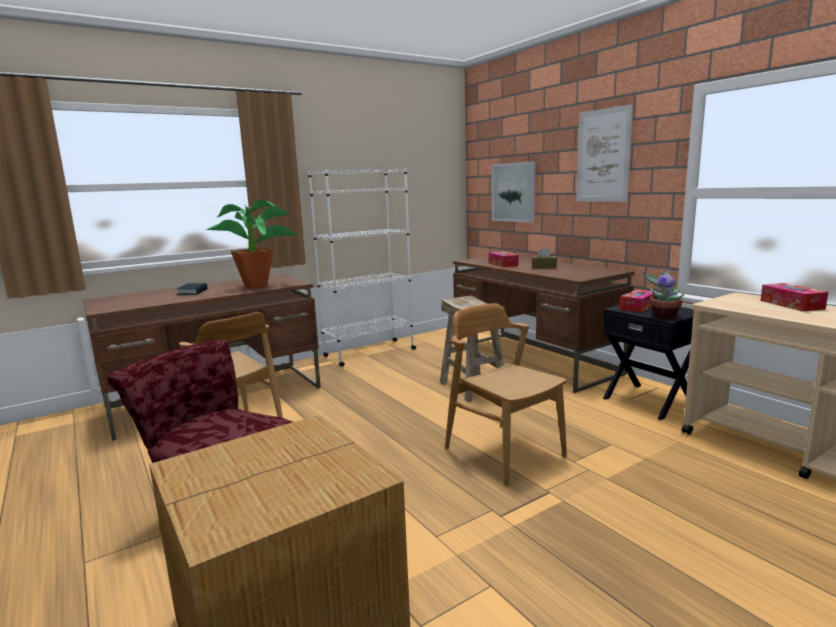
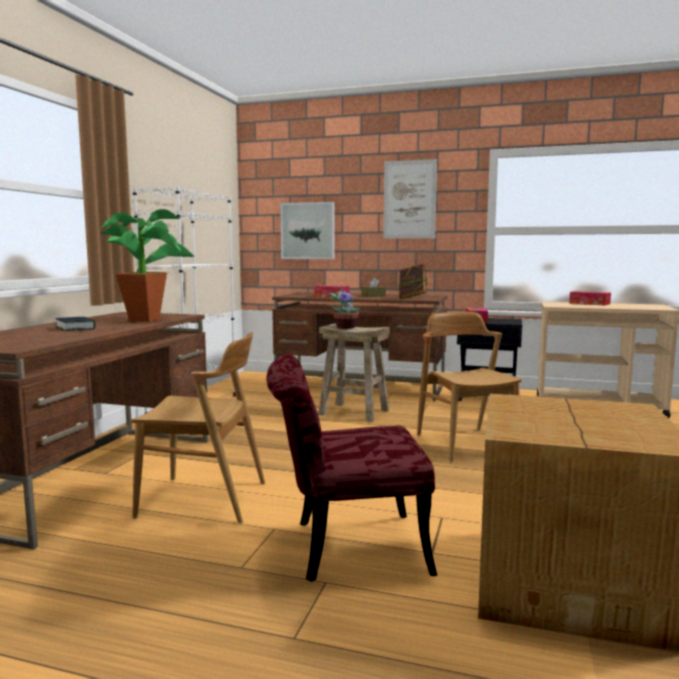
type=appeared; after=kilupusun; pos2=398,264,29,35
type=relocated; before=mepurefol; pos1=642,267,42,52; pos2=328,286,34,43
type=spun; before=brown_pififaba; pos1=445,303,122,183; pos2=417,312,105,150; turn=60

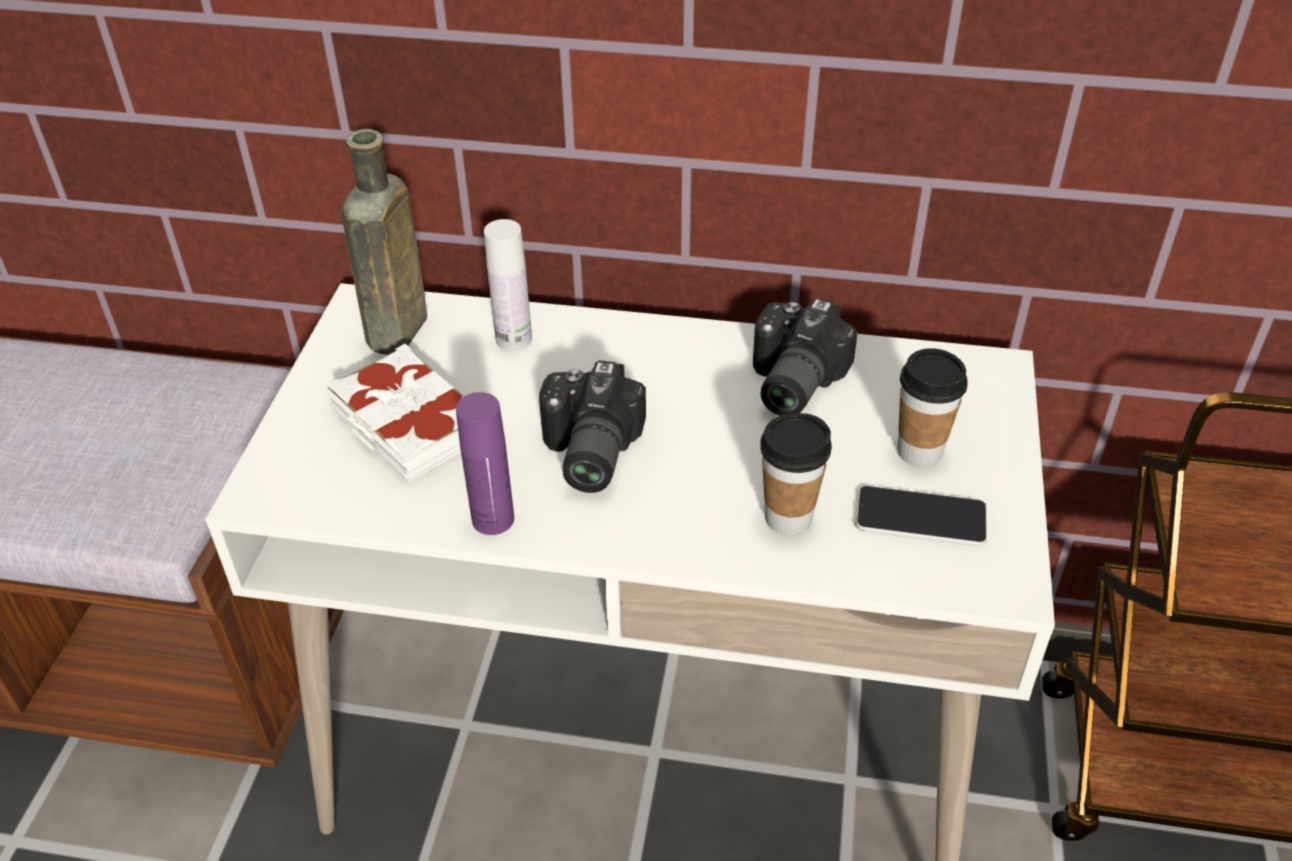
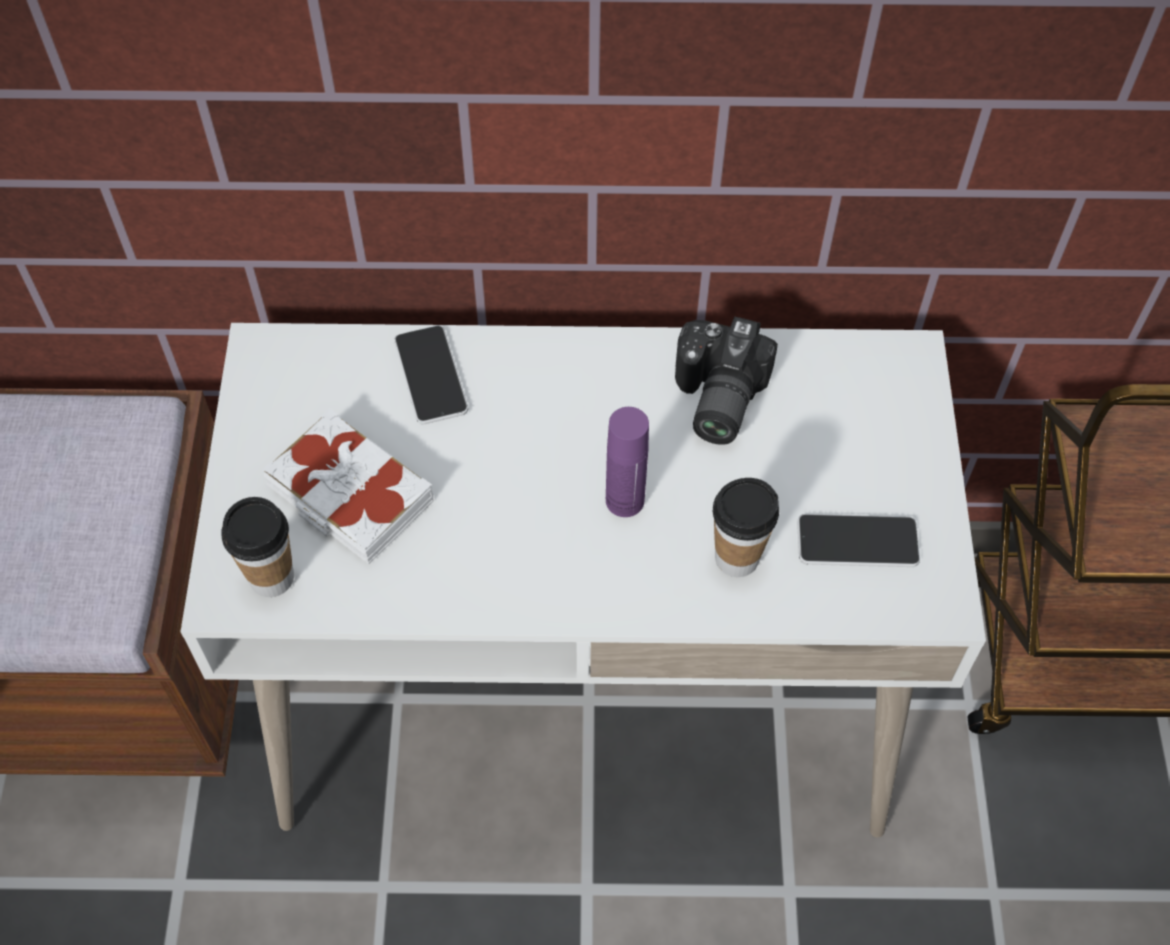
type=missing; before=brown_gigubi; pos1=341,129,86,226
type=missing; before=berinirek; pos1=539,360,107,133
type=relocated; before=purple_gigubi; pos1=456,392,58,143; pos2=606,407,43,110
type=relocated; before=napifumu; pos1=897,348,71,119; pos2=221,497,73,100
type=exchanged; before=white_gigubi; after=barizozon; pos1=484,219,48,132; pos2=394,326,74,98

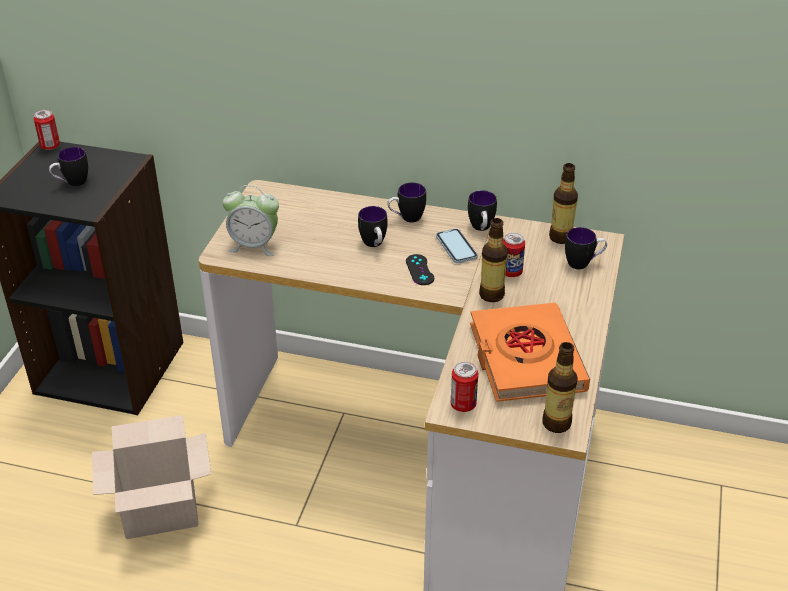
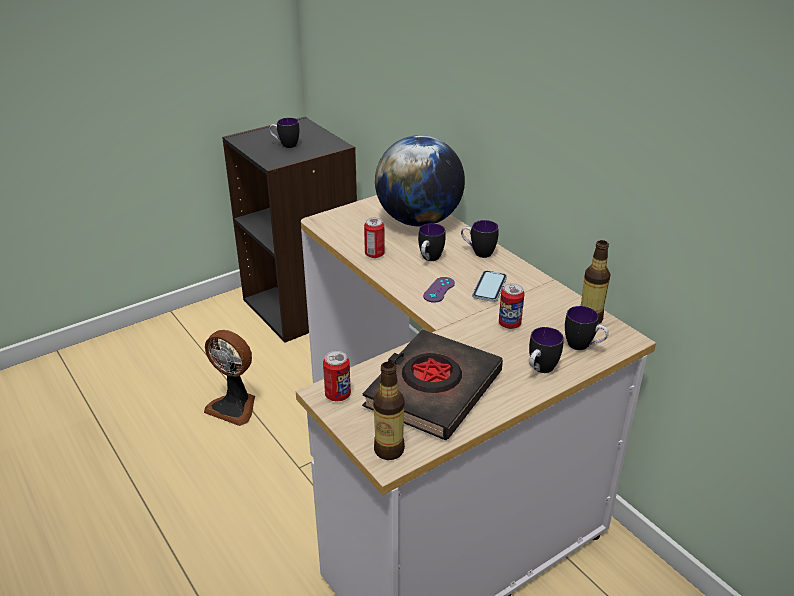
type=missing; before=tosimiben; pos1=223,185,56,71
type=missing; before=gigubi; pos1=479,218,29,84
type=appeared; after=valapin; pos2=375,135,90,92
type=relocated; before=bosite; pos1=34,110,26,40; pos2=364,218,21,40
type=relocated; before=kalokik; pos1=468,190,29,41; pos2=529,327,35,46
type=exchanged; before=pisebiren; after=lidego; pos1=92,415,119,124; pos2=204,330,51,96
type=colour; before=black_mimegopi; after=purple_mimegopi; pos1=406,254,28,31; pos2=423,277,32,26
type=colour; before=orange_kilupusun; after=black_kilupusun; pos1=470,303,120,99; pos2=362,329,141,111

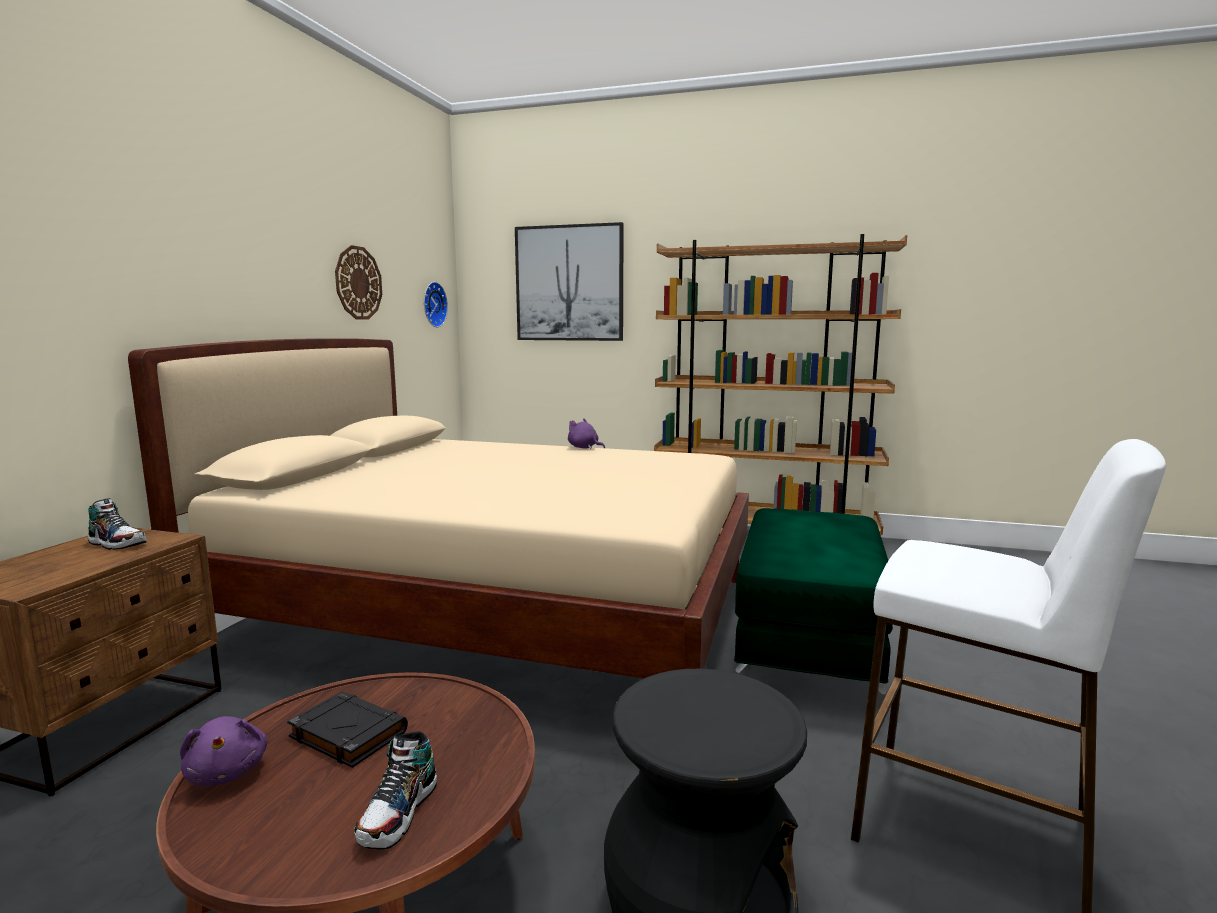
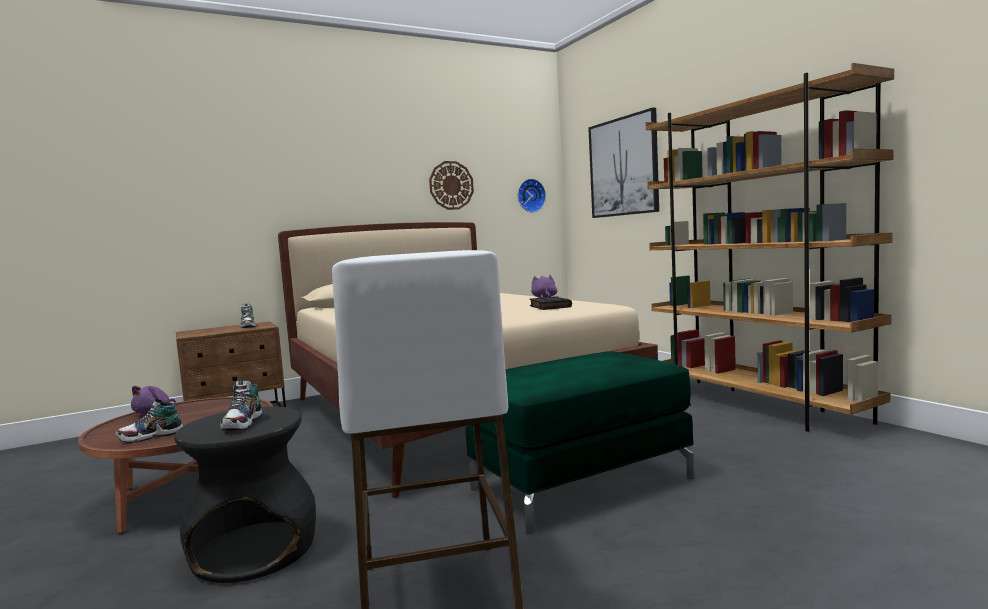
type=appeared; after=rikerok; pos2=220,380,42,51
type=relocated; before=black_kilupusun; pos1=287,691,121,77; pos2=529,296,43,14

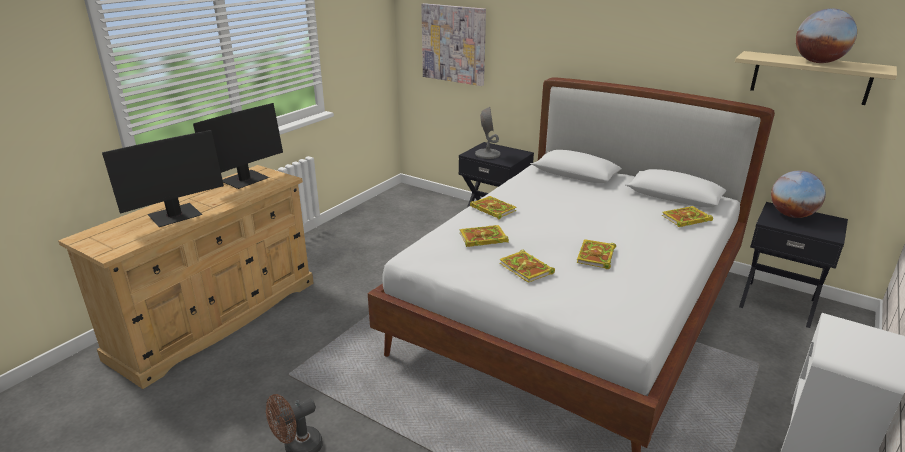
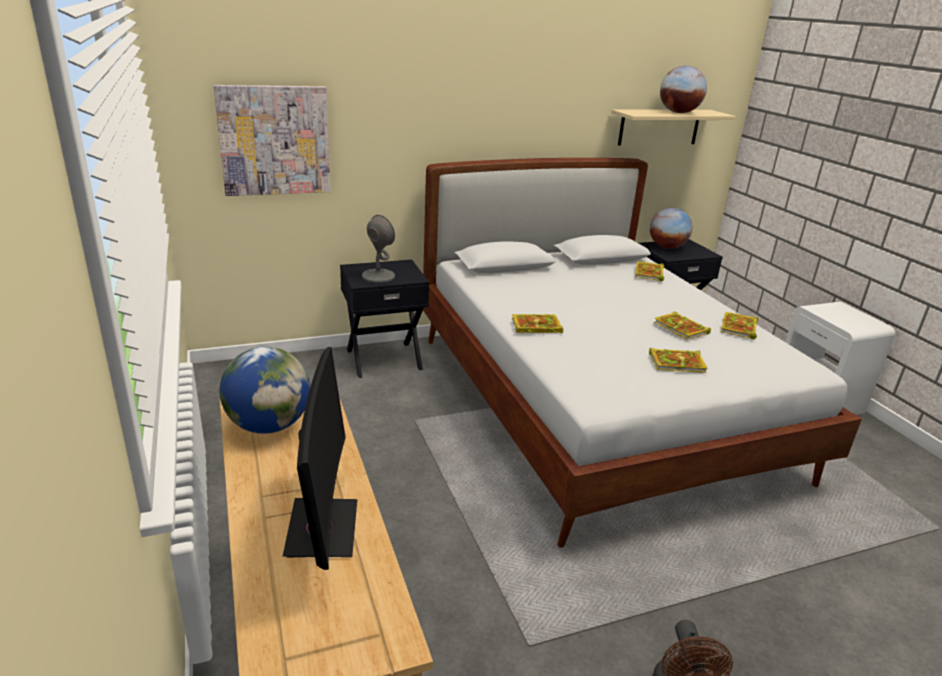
type=relocated; before=kilupusun; pos1=460,225,49,22; pos2=721,312,37,28
type=exchanged; before=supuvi; after=valapin; pos1=193,103,90,86; pos2=220,347,90,87

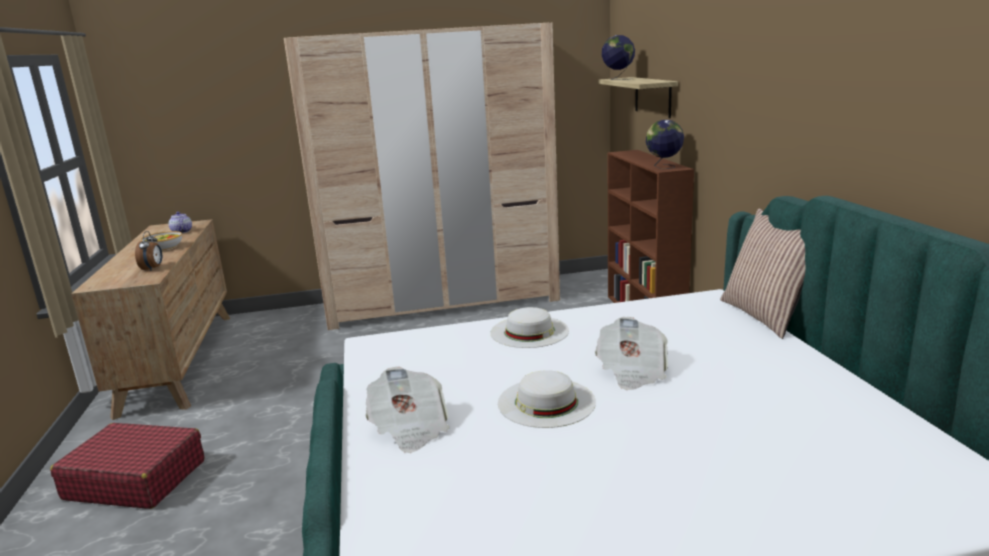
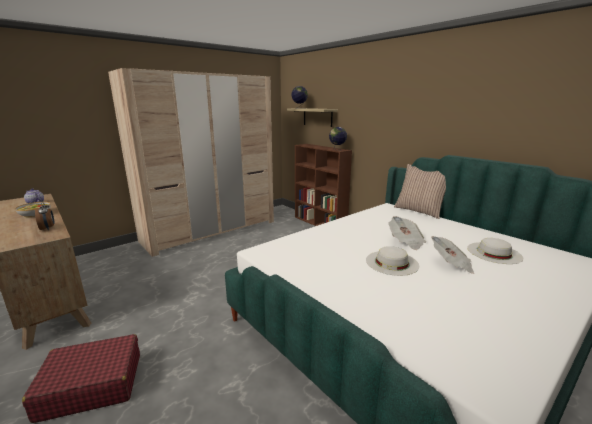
type=relocated; before=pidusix; pos1=365,367,84,86; pos2=431,236,43,38
type=relocated; before=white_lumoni; pos1=490,307,79,41; pos2=467,238,56,26

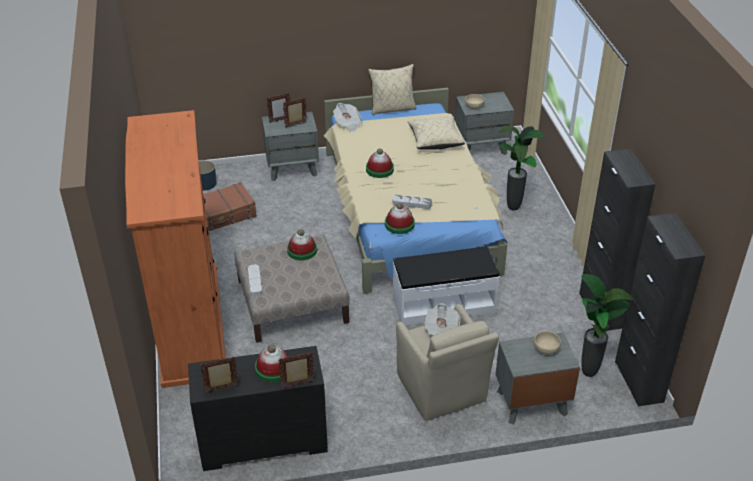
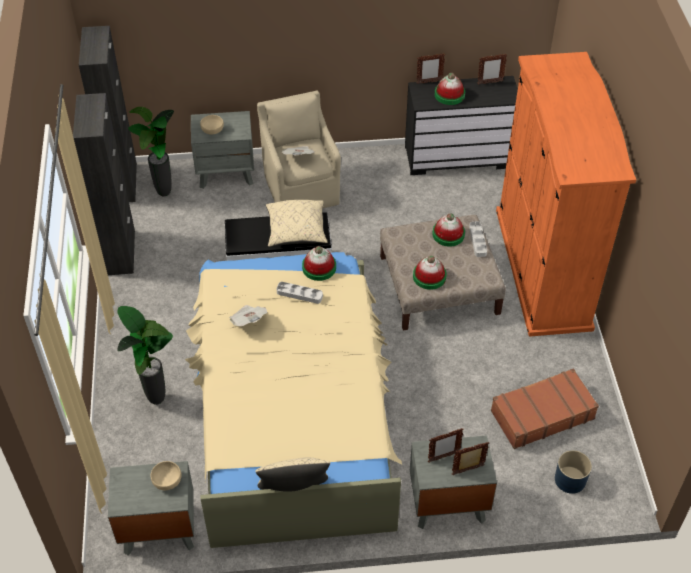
type=relocated; before=pidusix; pos1=333,103,30,29; pos2=229,305,38,21
type=relocated; before=lumoni; pos1=366,149,28,29; pos2=432,213,33,34
type=relocated; before=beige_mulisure; pos1=408,116,57,34; pos2=266,200,62,47

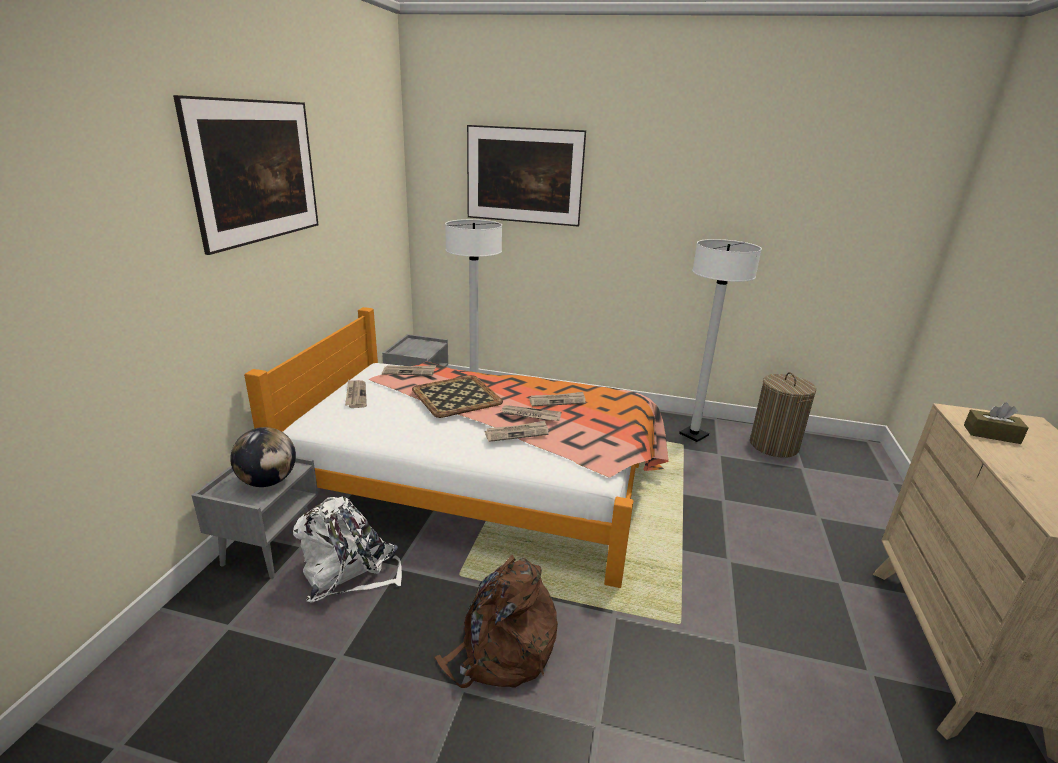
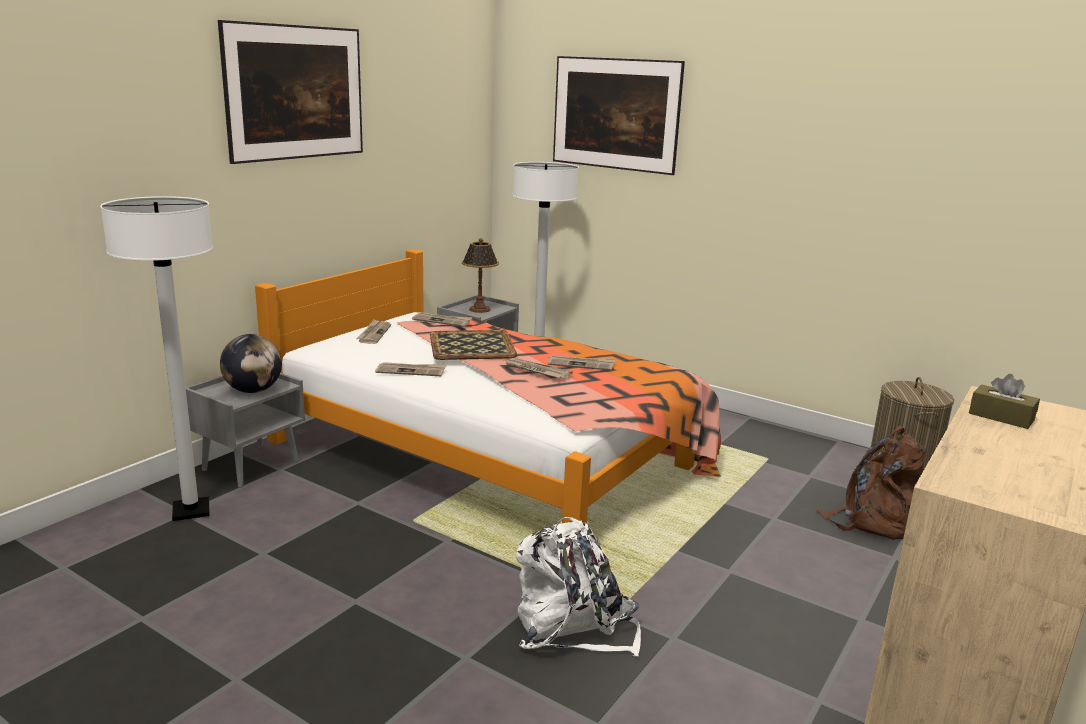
type=appeared; after=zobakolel; pos2=462,238,37,75
type=relocated; before=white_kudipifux; pos1=293,497,109,105; pos2=516,517,125,140
type=relocated; before=brown_kudipifux; pos1=434,555,124,133; pos2=816,425,110,115
type=relocated; before=pidusix; pos1=485,421,64,21; pos2=375,362,72,14
type=relocated; before=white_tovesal; pos1=679,239,83,203; pos2=100,196,113,325

